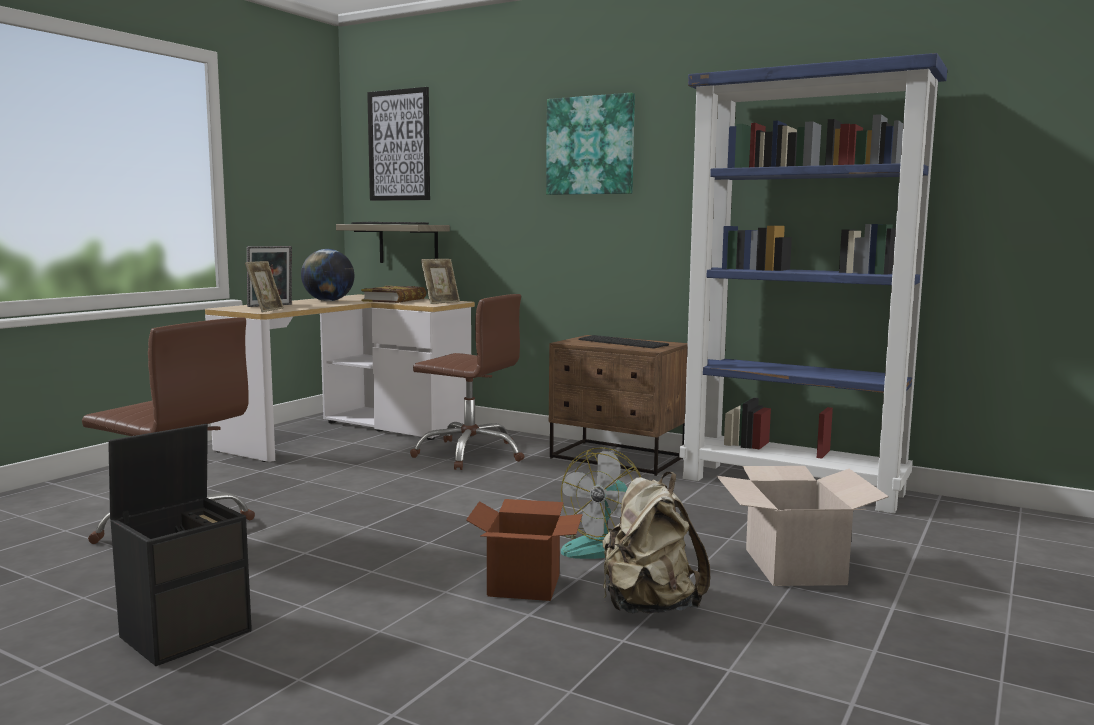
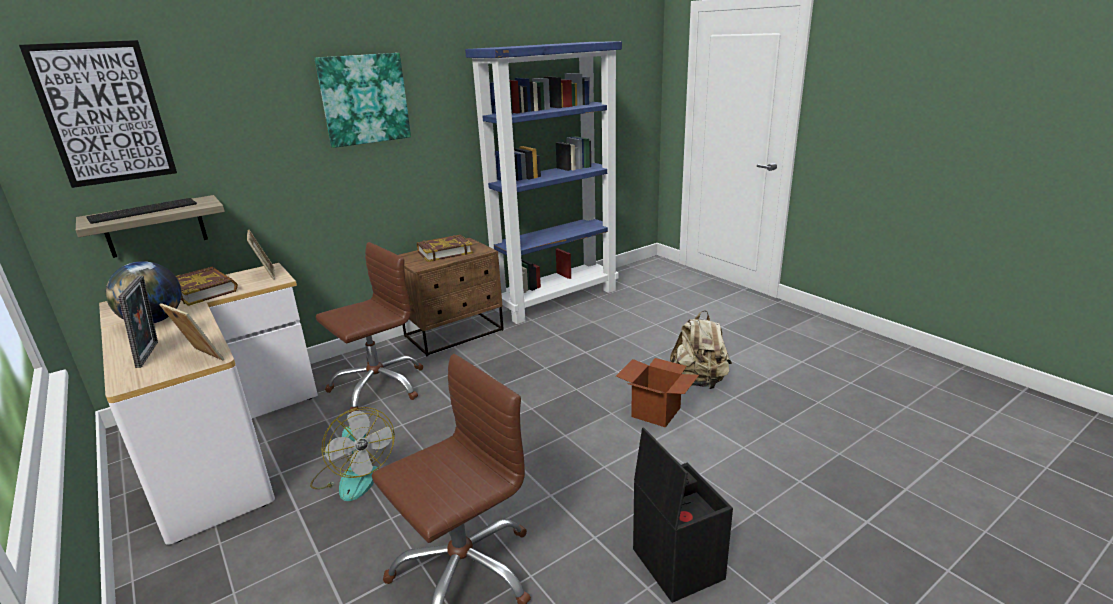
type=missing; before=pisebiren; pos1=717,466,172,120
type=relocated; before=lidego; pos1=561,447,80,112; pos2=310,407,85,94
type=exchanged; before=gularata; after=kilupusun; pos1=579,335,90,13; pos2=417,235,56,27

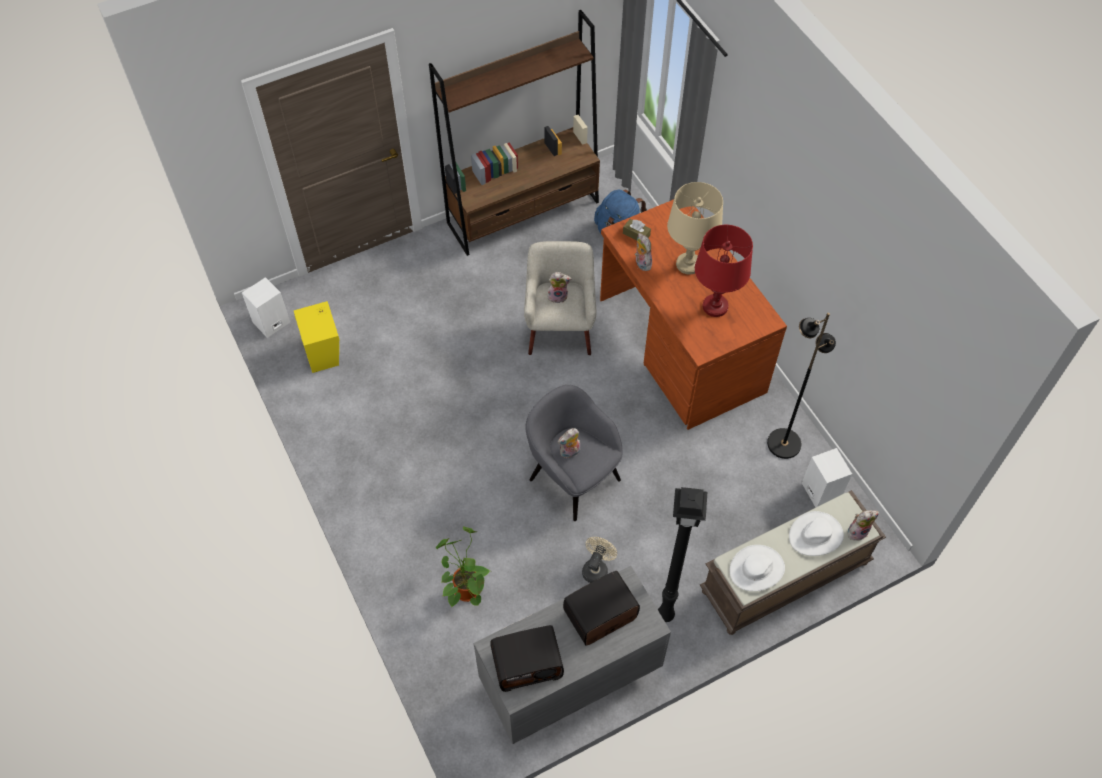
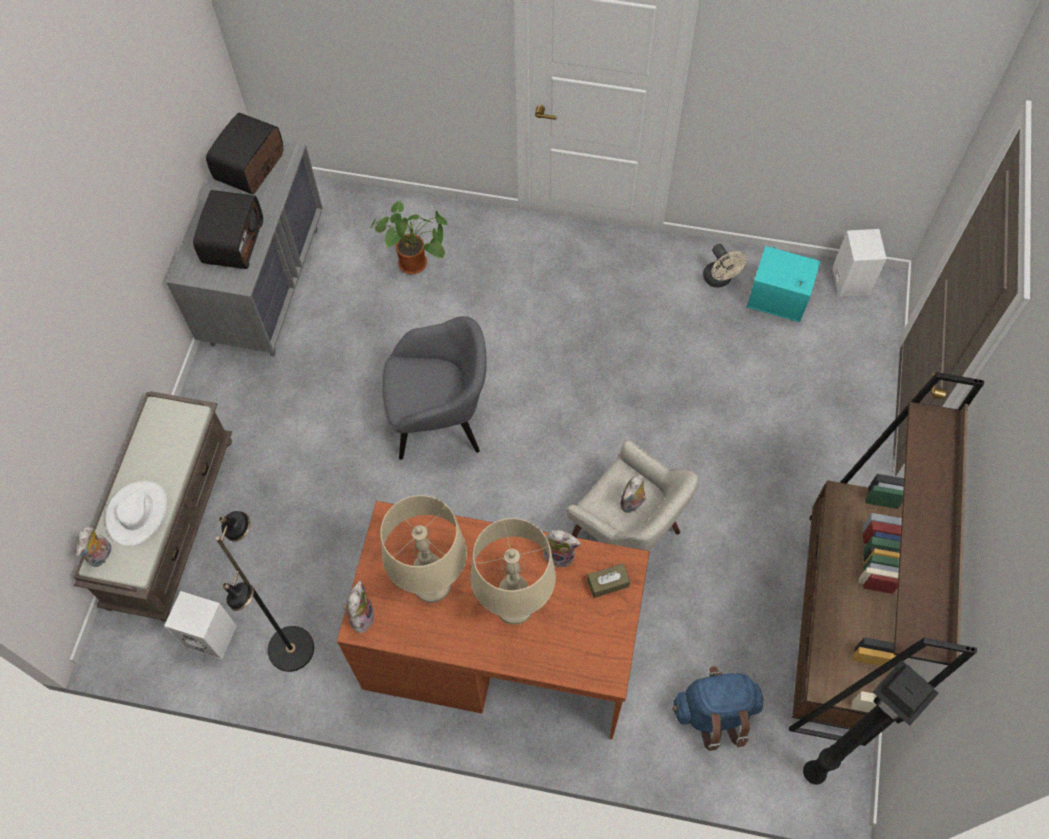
type=missing; before=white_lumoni; pos1=730,545,55,46
type=relocated; before=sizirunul; pos1=558,428,22,30; pos2=342,581,33,54
type=relocated; before=beige_lidego; pos1=582,537,35,46; pos2=703,244,43,44
type=relocated; before=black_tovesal; pos1=658,487,49,135; pos2=803,660,136,125
type=colour; before=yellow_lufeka; after=turquoise_lufeka; pos1=294,301,45,72; pos2=747,246,74,76
type=colour; before=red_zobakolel; after=beige_zobakolel; pos1=695,225,58,92; pos2=380,495,87,108

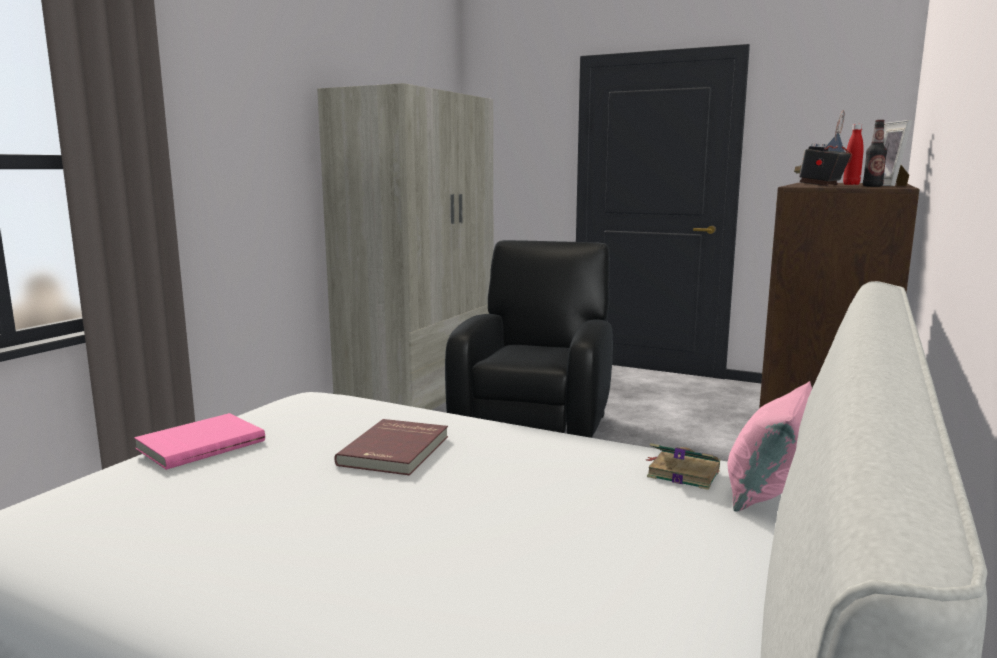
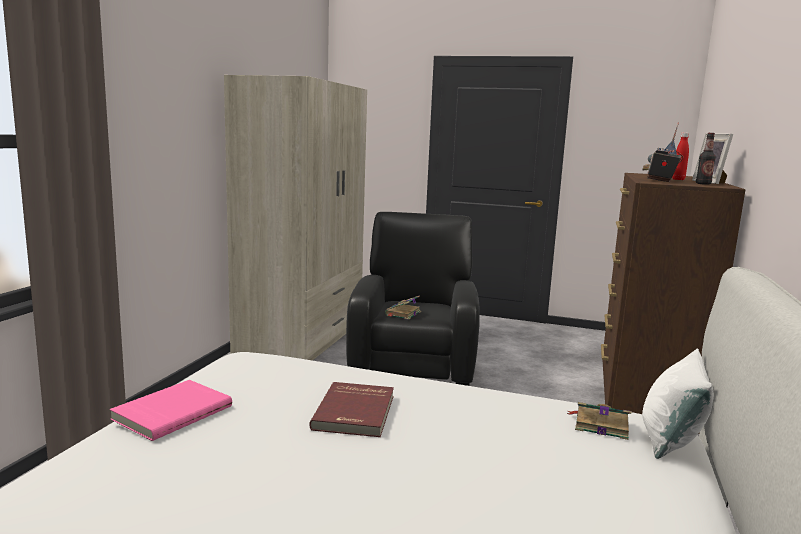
type=appeared; after=kilupusun; pos2=385,295,36,25
type=colour; before=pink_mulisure; after=white_mulisure; pos1=728,381,84,131; pos2=642,348,72,111

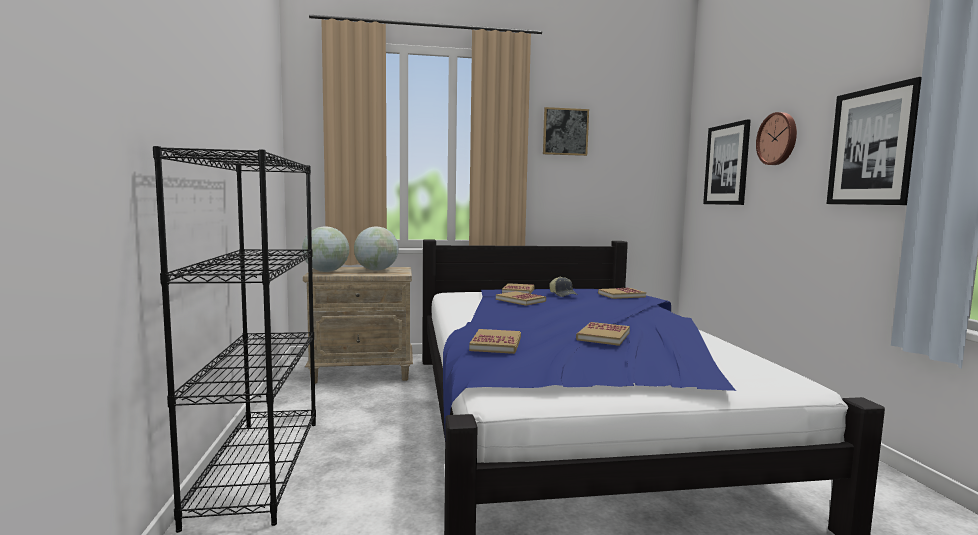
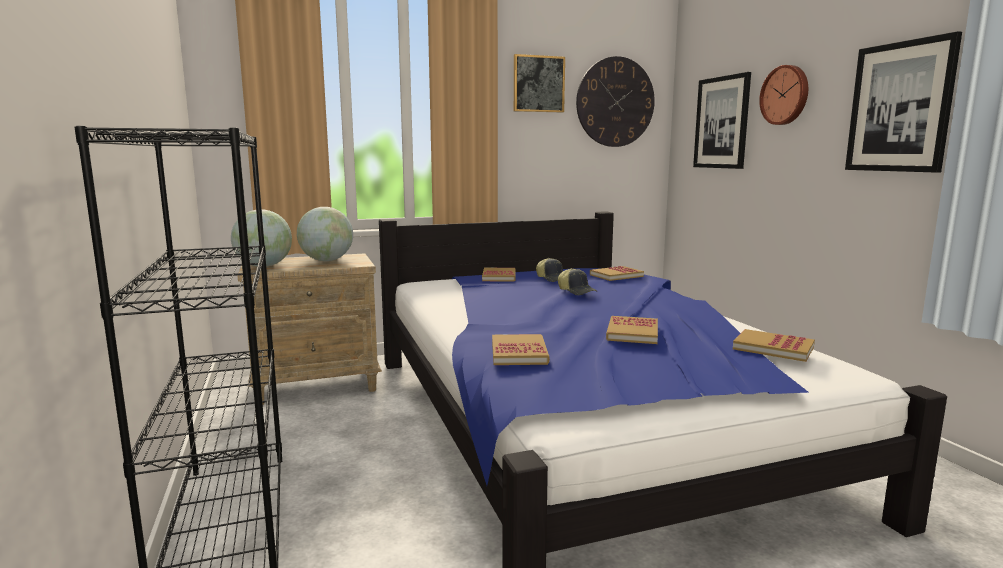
type=appeared; after=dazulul; pos2=558,268,39,27
type=appeared; after=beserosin; pos2=576,56,79,91
type=relocated; before=kilupusun; pos1=496,291,50,15; pos2=733,329,82,33

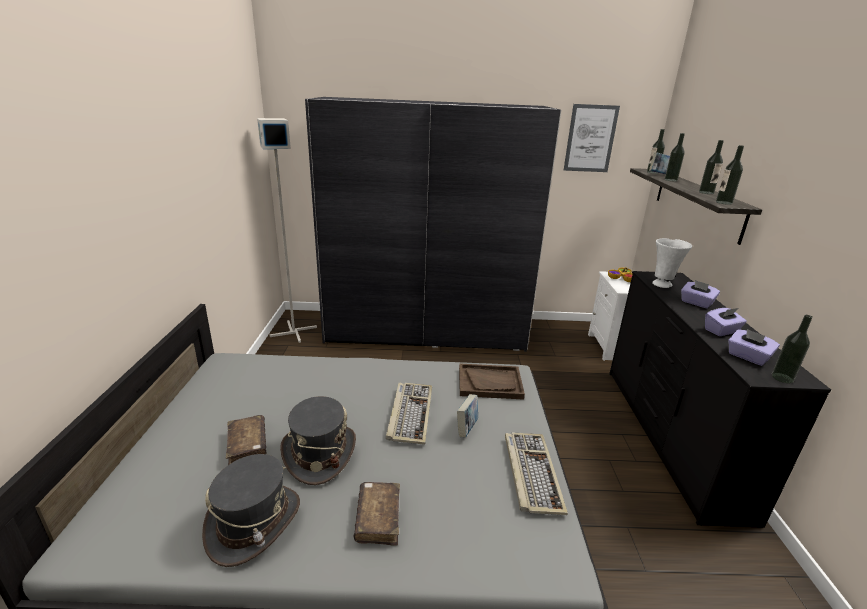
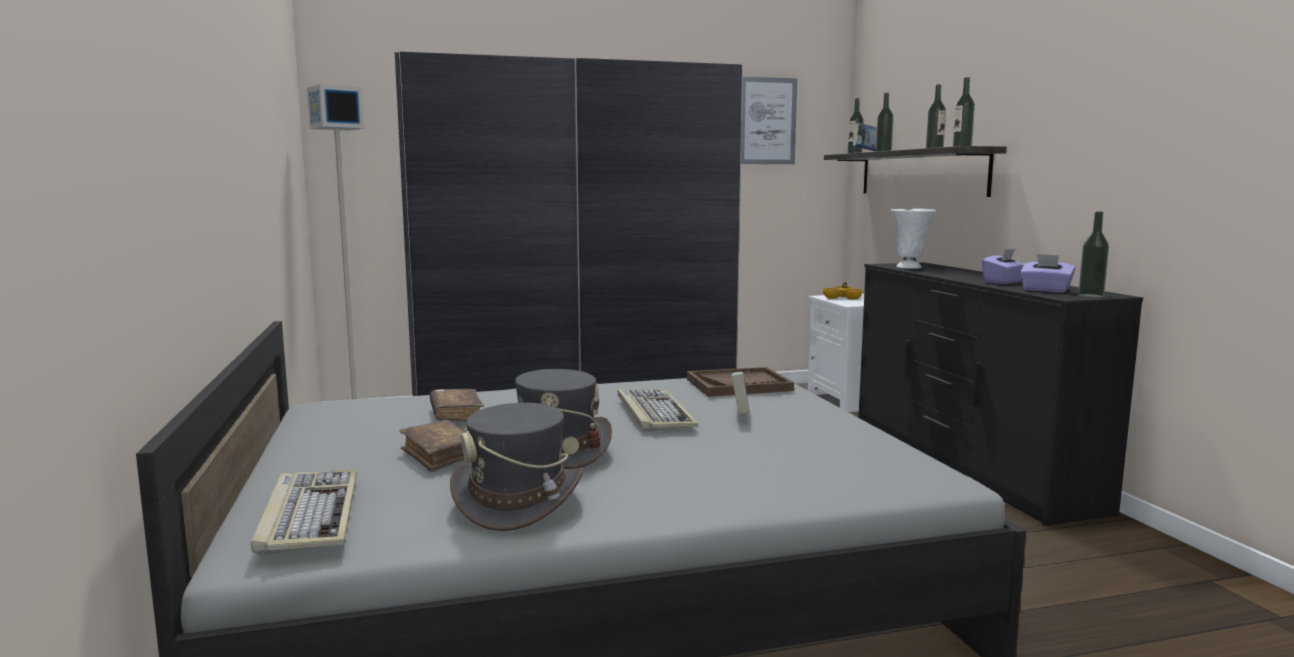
type=missing; before=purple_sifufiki; pos1=681,280,39,29
type=relocated; before=brown_kilupusun; pos1=354,482,46,64; pos2=430,389,54,32
type=relocated; before=gularata; pos1=505,433,63,82; pos2=251,470,106,85

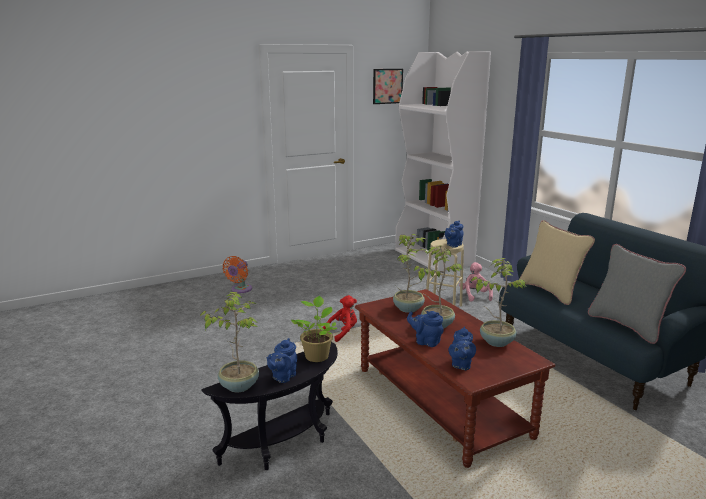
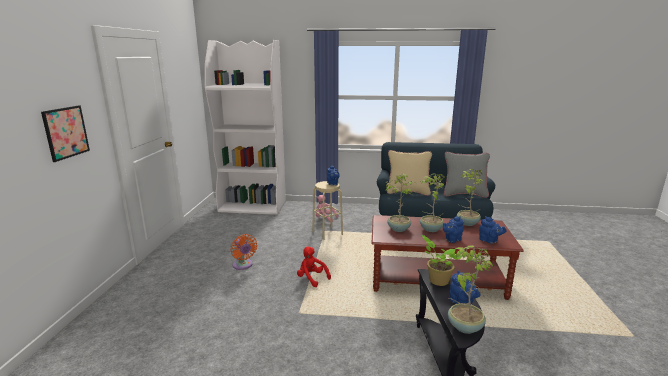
type=relocated; before=orange_lidego; pos1=222,256,30,37; pos2=230,234,27,36
type=relocated; before=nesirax; pos1=373,69,30,35; pos2=41,105,49,57
type=spun; before=red_sizirunul; pos1=323,295,34,47; pos2=297,246,34,41; turn=-45

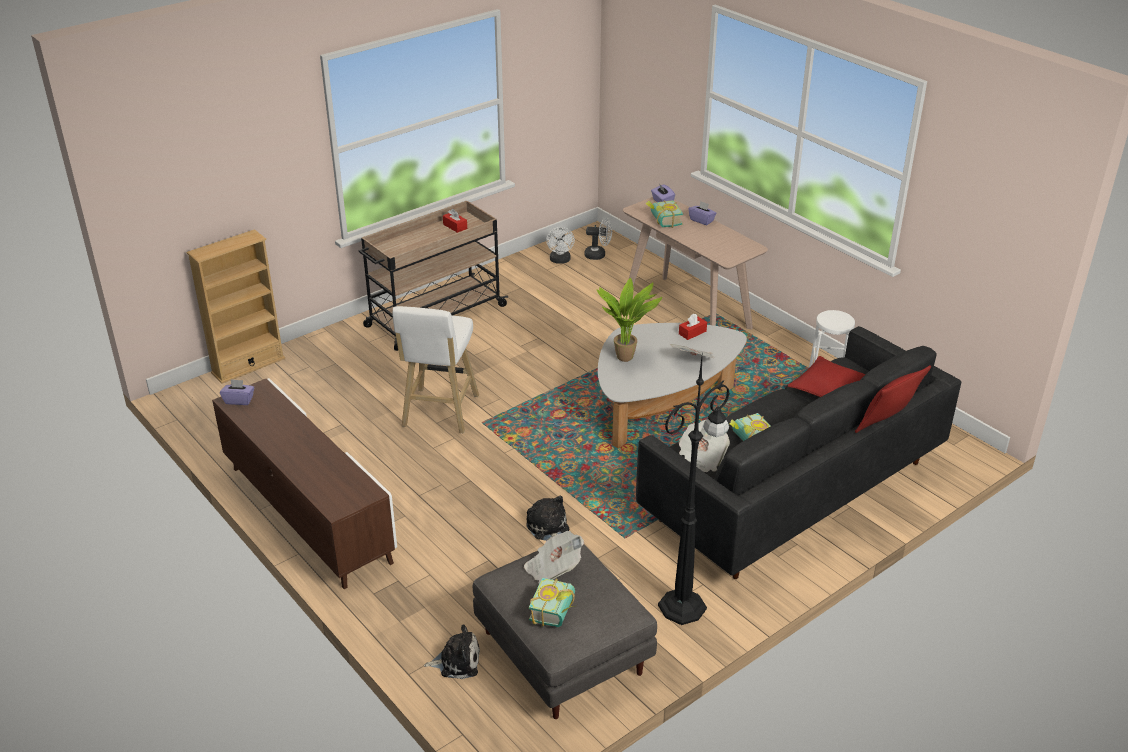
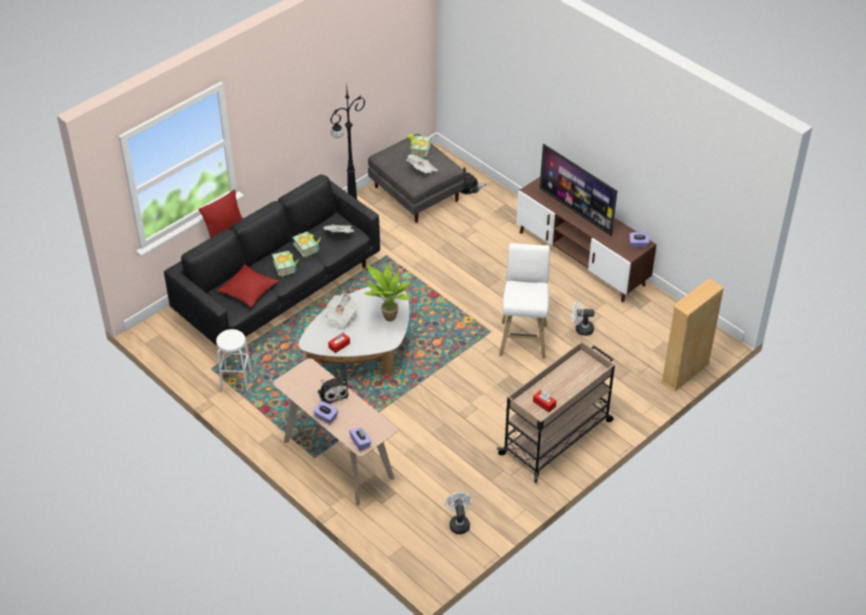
type=appeared; after=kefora; pos2=539,143,78,93
type=relocated; before=sizirunul; pos1=526,496,43,45; pos2=318,378,31,26
type=relocated; before=white_lidego; pos1=584,218,28,42; pos2=571,301,23,35
type=relocated; before=kilupusun; pos1=646,200,37,28; pos2=272,251,28,26

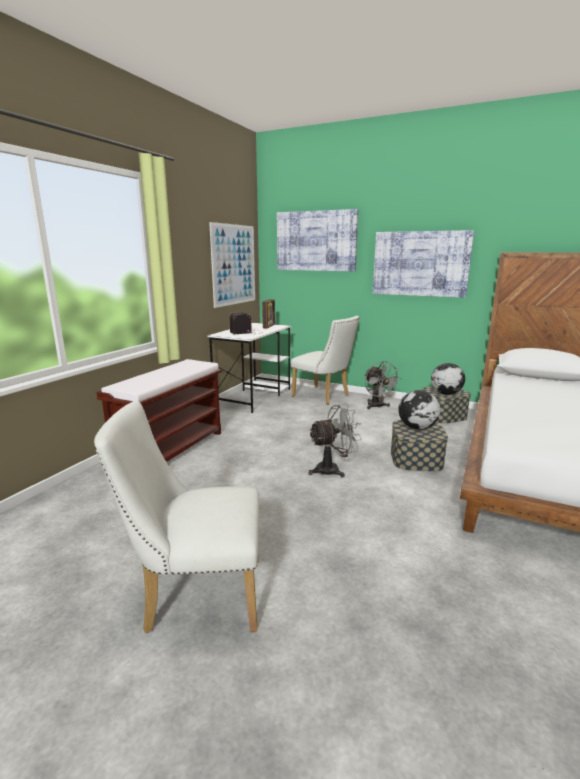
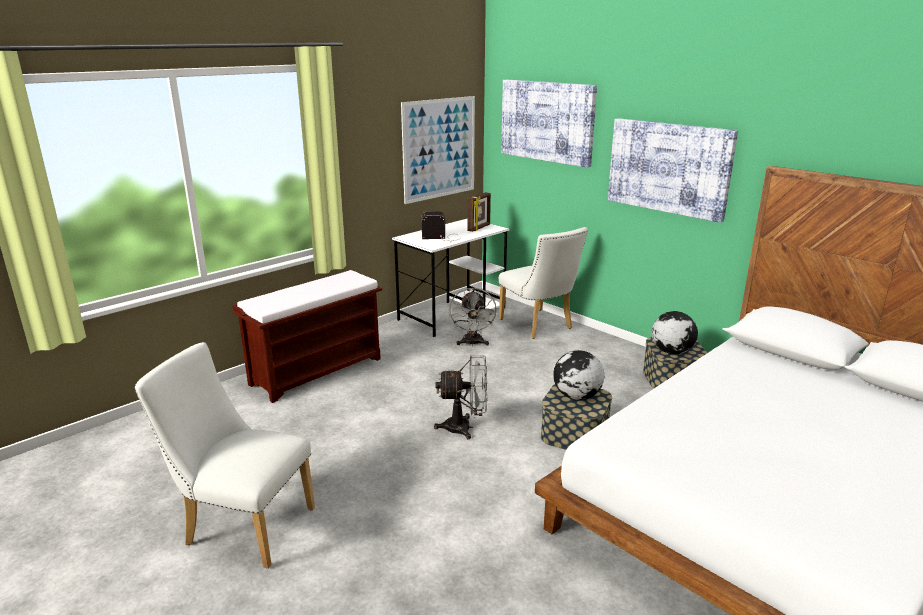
type=relocated; before=grey_lidego; pos1=365,361,35,48; pos2=449,287,48,59

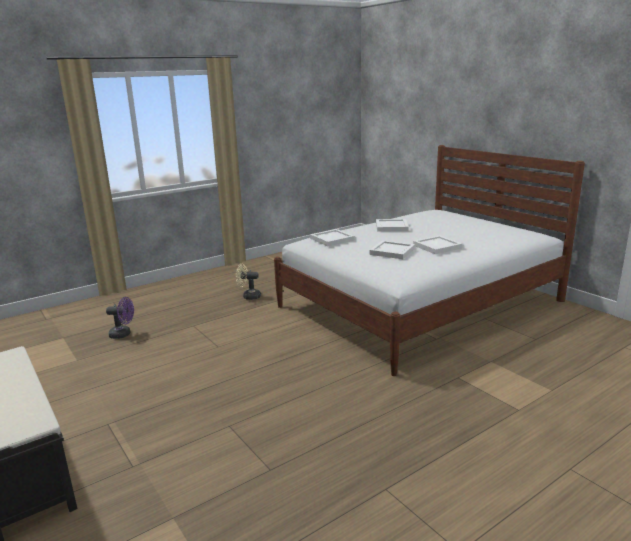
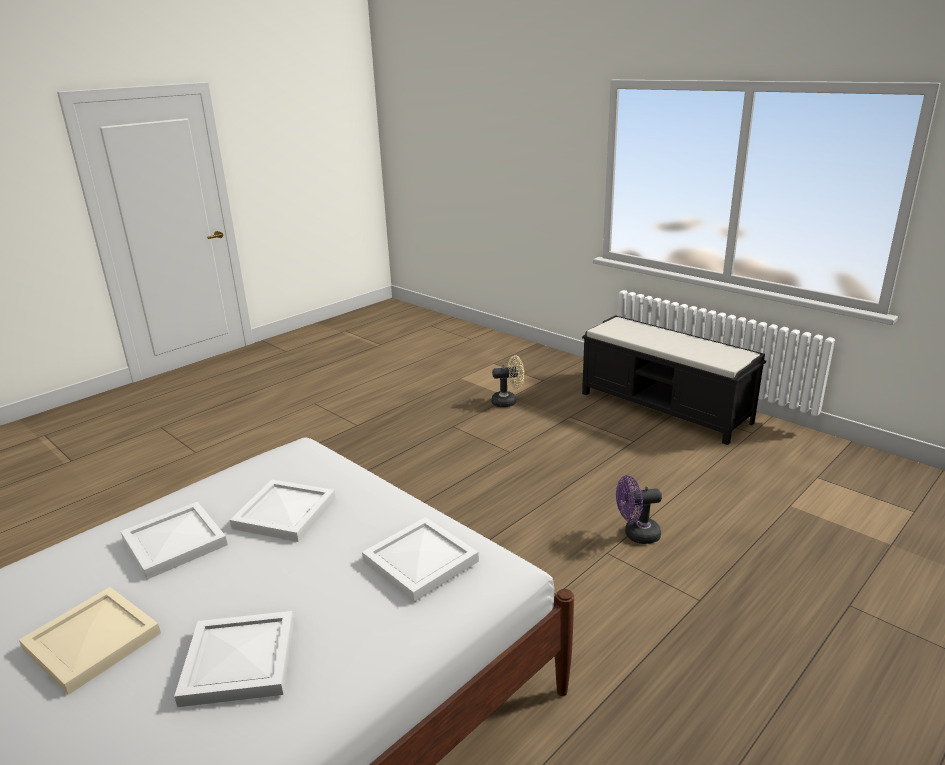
type=appeared; after=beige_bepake; pos2=19,587,142,108
type=relocated; before=purple_lidego; pos1=106,297,28,42; pos2=616,475,46,69
type=relocated; before=beige_lidego; pos1=236,264,25,36; pos2=491,355,33,52

